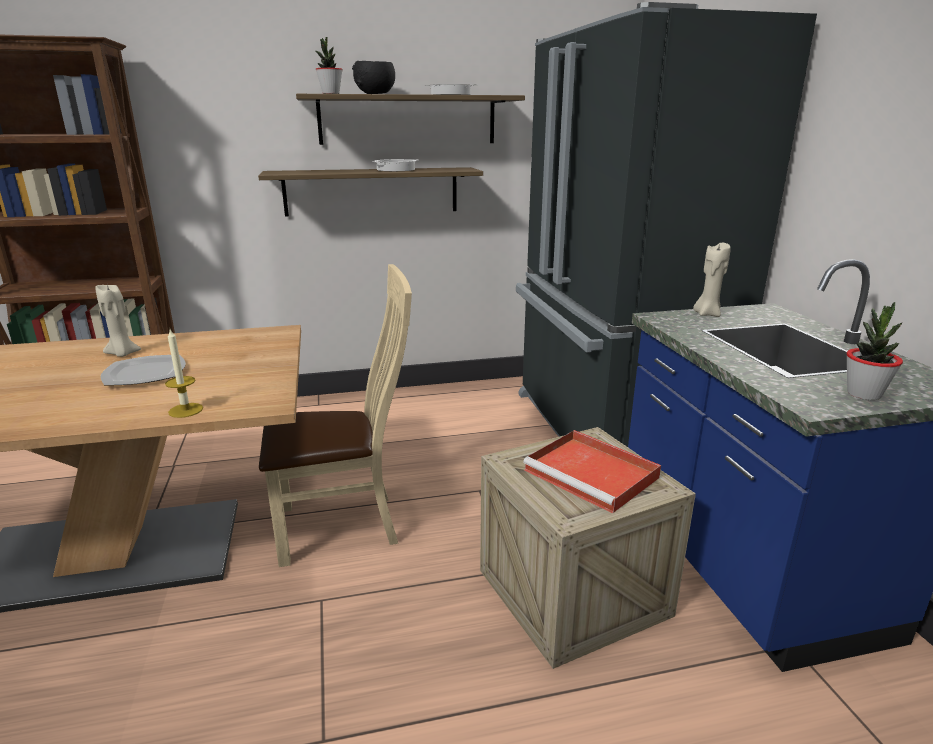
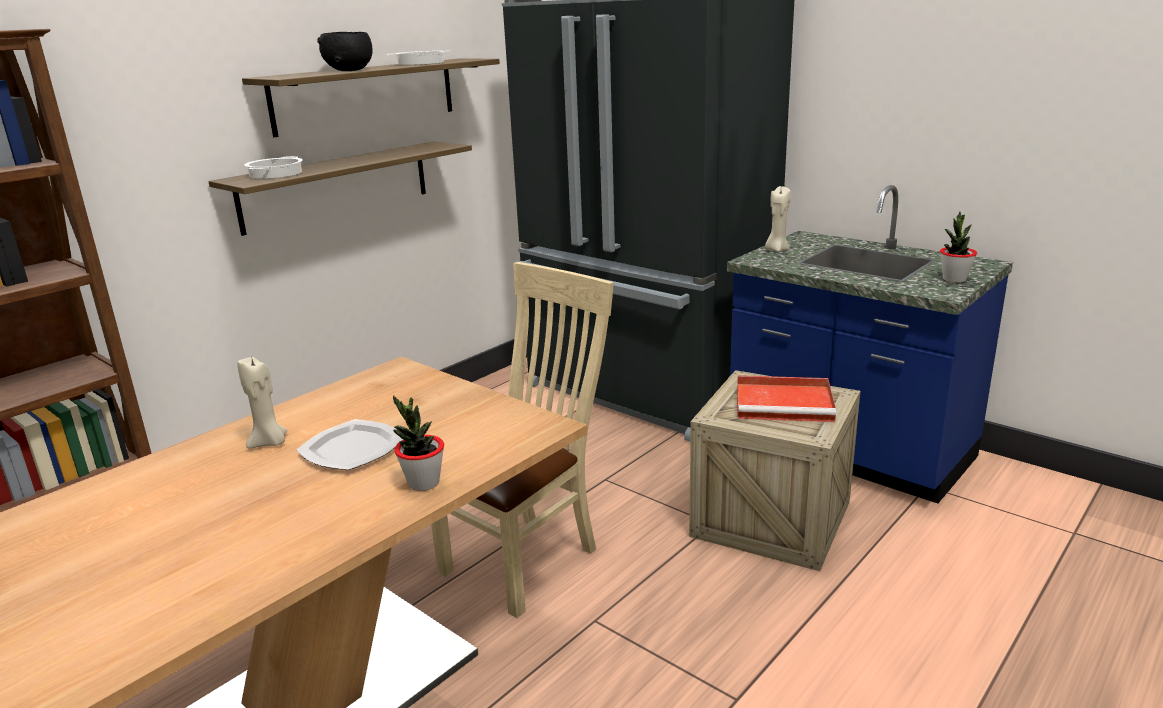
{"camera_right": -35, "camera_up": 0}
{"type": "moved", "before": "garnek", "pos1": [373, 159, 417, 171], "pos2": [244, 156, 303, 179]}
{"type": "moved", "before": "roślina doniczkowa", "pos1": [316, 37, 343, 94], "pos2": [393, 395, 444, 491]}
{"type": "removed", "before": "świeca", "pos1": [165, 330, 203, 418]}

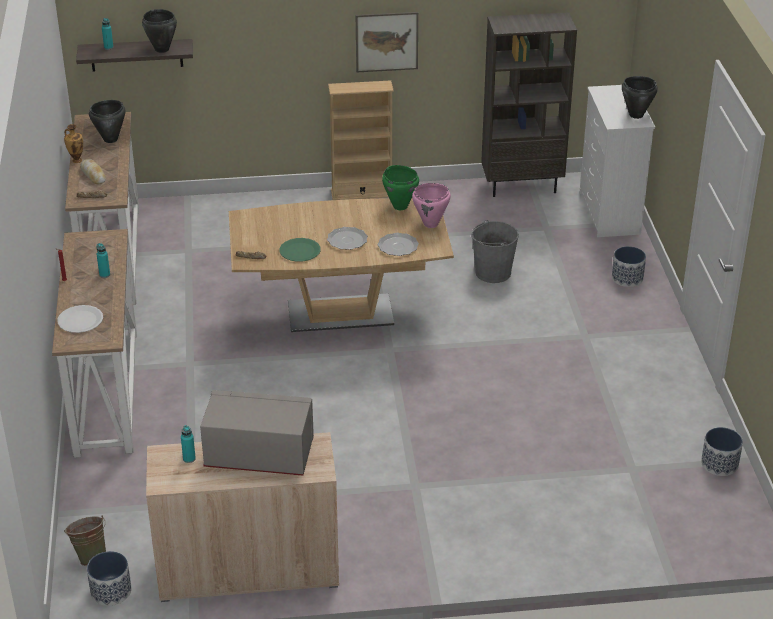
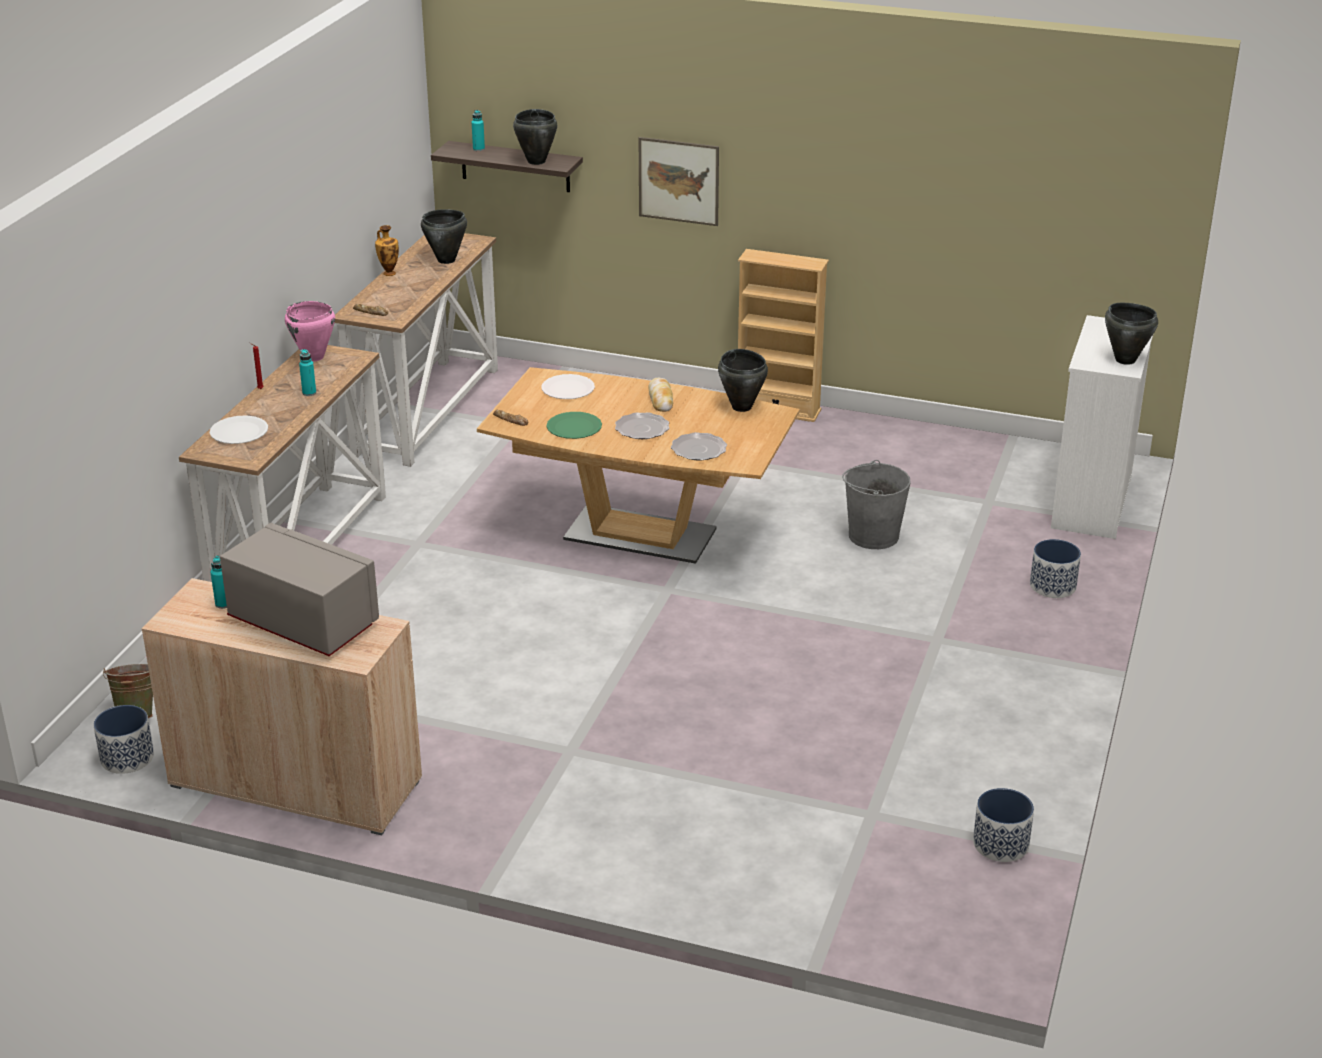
{"camera_right": 25, "camera_up": -5}
{"type": "moved", "before": "garnek [różowy]", "pos1": [412, 183, 451, 228], "pos2": [285, 301, 335, 362]}
{"type": "added", "after": "talerz [biały]", "pos2": [541, 374, 595, 399]}
{"type": "moved", "before": "obraz", "pos1": [356, 12, 418, 72], "pos2": [639, 137, 719, 226]}
{"type": "moved", "before": "chleb", "pos1": [80, 159, 106, 184], "pos2": [648, 378, 673, 412]}
{"type": "recoloured", "before": "garnek [zielony]", "after": "garnek [czarny]", "pos1": [382, 165, 419, 210], "pos2": [718, 349, 768, 412]}
{"type": "removed", "before": "regał [brązowy]", "pos1": [481, 12, 577, 197]}

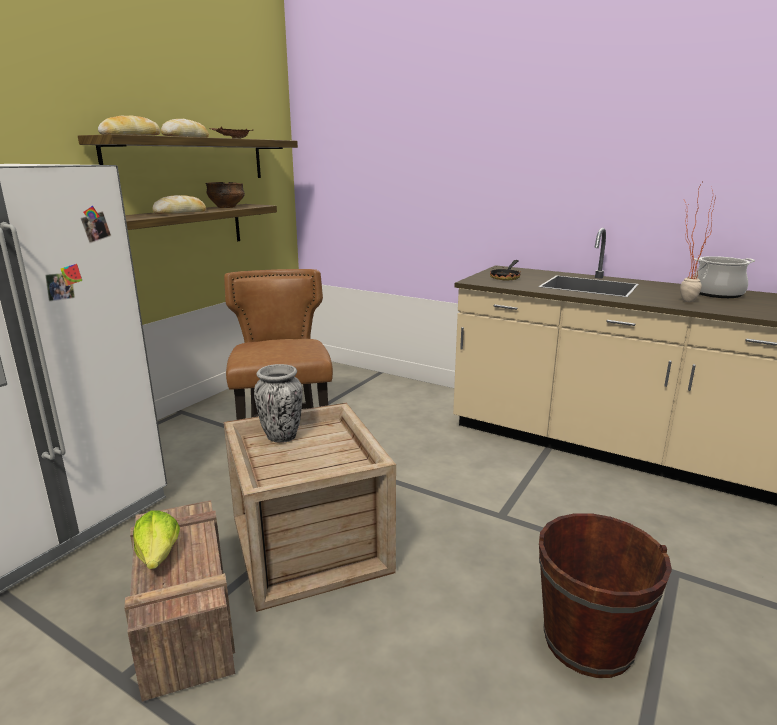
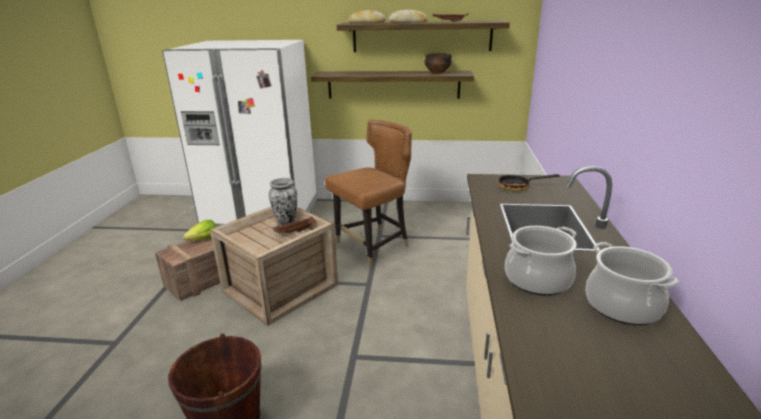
{"camera_right": 65, "camera_up": 5}
{"type": "added", "after": "taca [brązowy]", "pos2": [272, 216, 316, 233]}
{"type": "replaced", "before": "roślina doniczkowa", "after": "garnek", "pos1": [680, 180, 716, 302], "pos2": [505, 226, 577, 295]}
{"type": "removed", "before": "chleb", "pos1": [152, 195, 206, 214]}

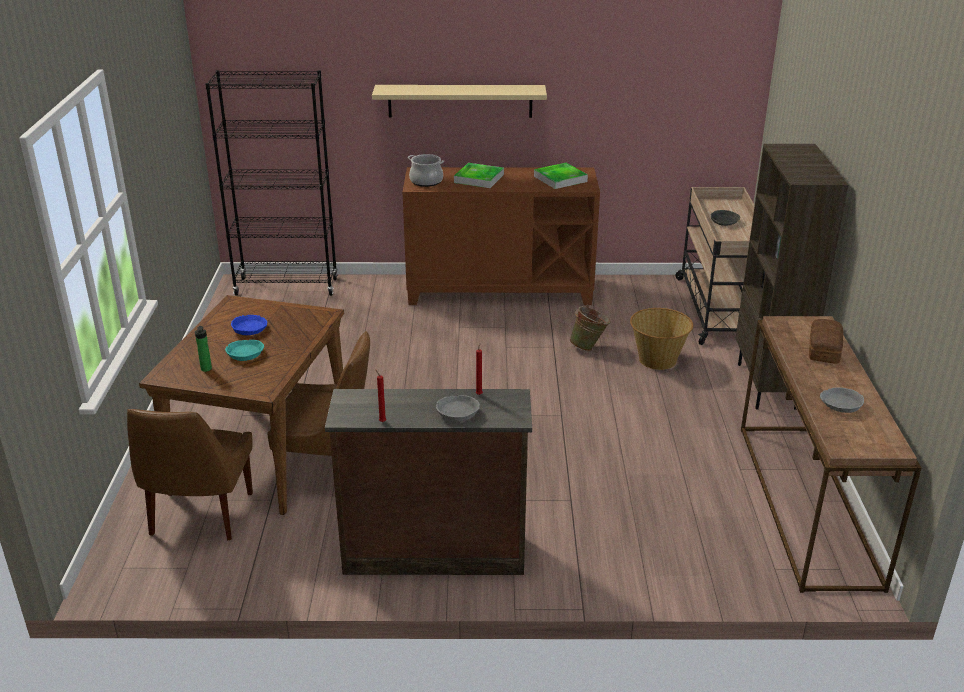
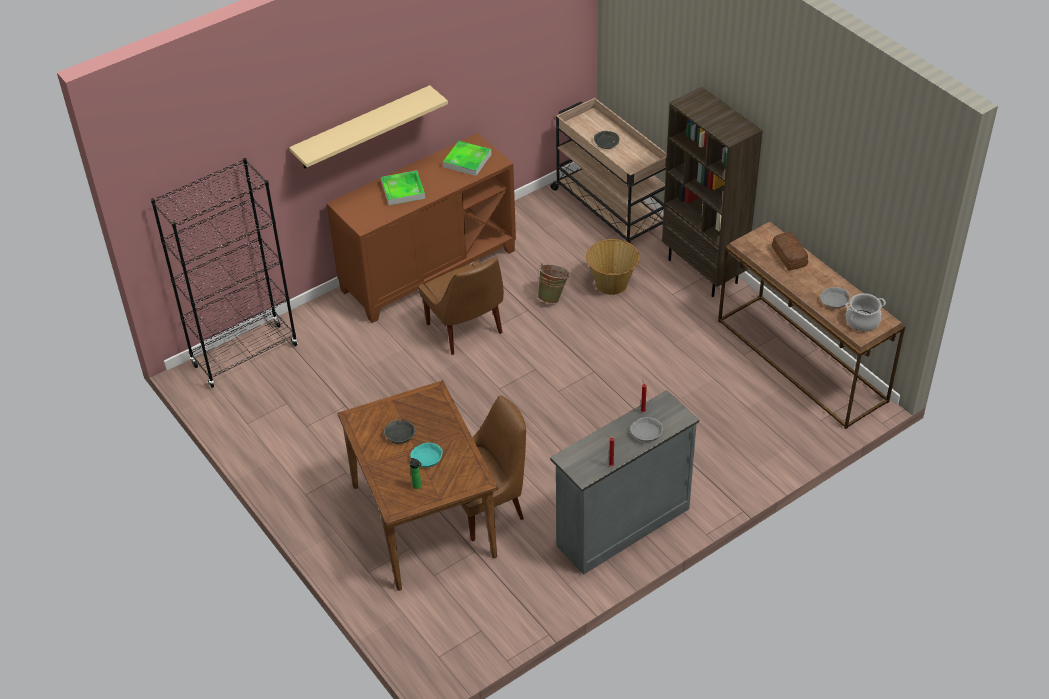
{"camera_right": -35, "camera_up": 15}
{"type": "recoloured", "before": "miska [niebieski]", "after": "miska [szary]", "pos1": [231, 315, 267, 335], "pos2": [384, 420, 415, 444]}
{"type": "moved", "before": "krzesło [brązowy]", "pos1": [127, 409, 253, 540], "pos2": [418, 257, 504, 355]}
{"type": "recoloured", "before": "komoda [brązowy]", "after": "komoda [szary]", "pos1": [325, 389, 532, 575], "pos2": [550, 390, 699, 575]}
{"type": "moved", "before": "garnek", "pos1": [408, 154, 444, 187], "pos2": [846, 293, 886, 331]}

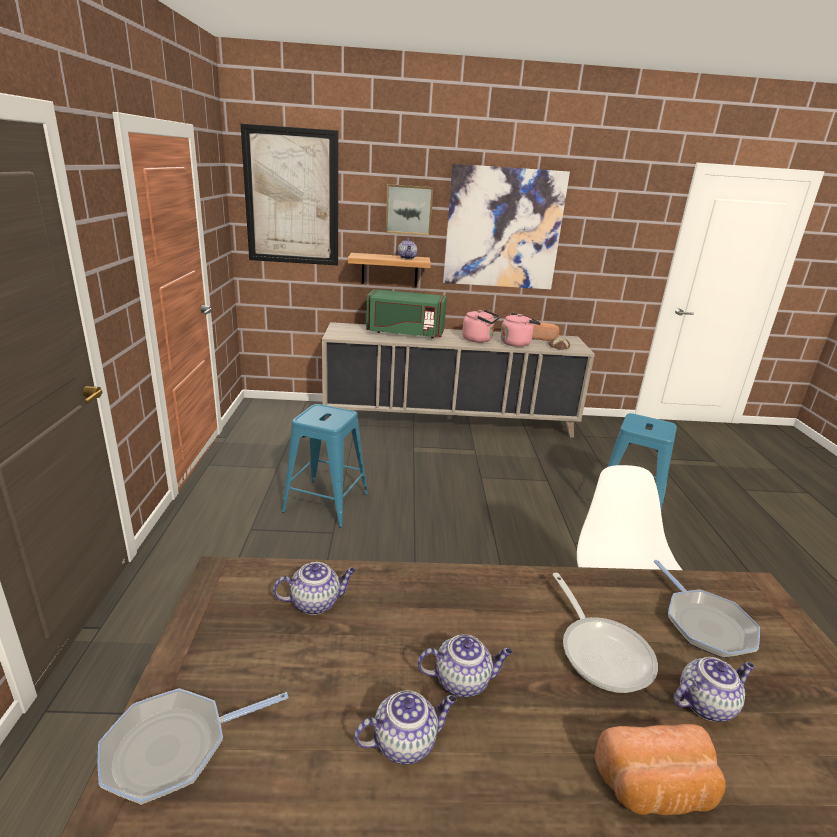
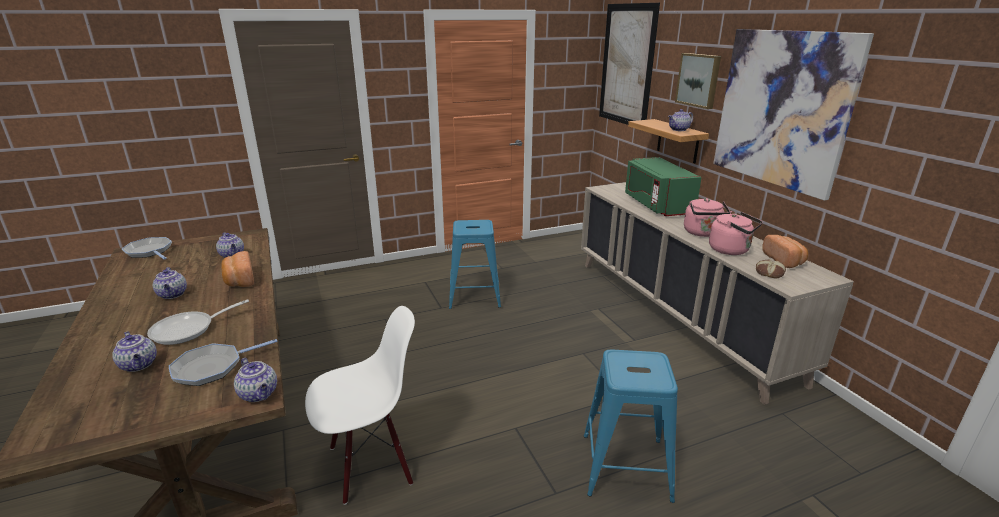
{"camera_right": 70, "camera_up": 0}
{"type": "moved", "before": "chleb", "pos1": [594, 724, 726, 815], "pos2": [221, 251, 254, 287]}
{"type": "moved", "before": "imbryk", "pos1": [354, 690, 457, 765], "pos2": [234, 358, 277, 402]}

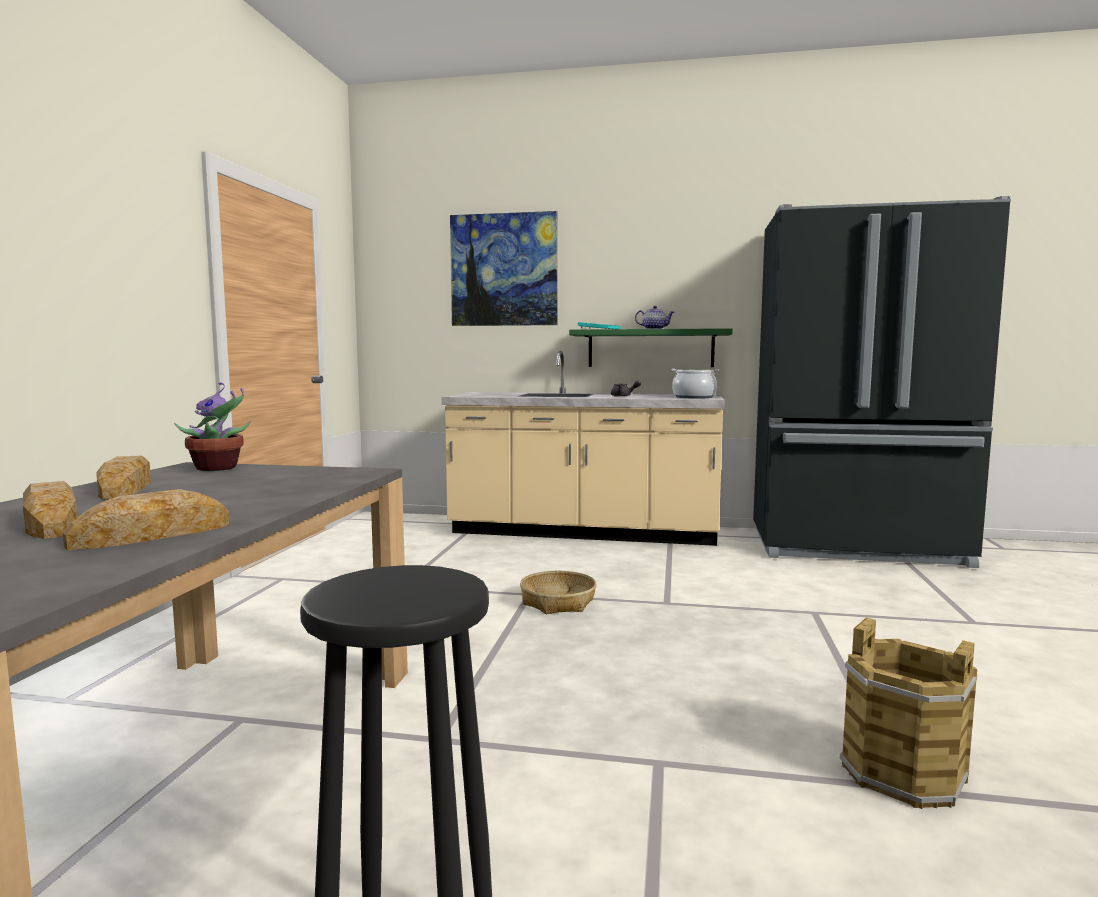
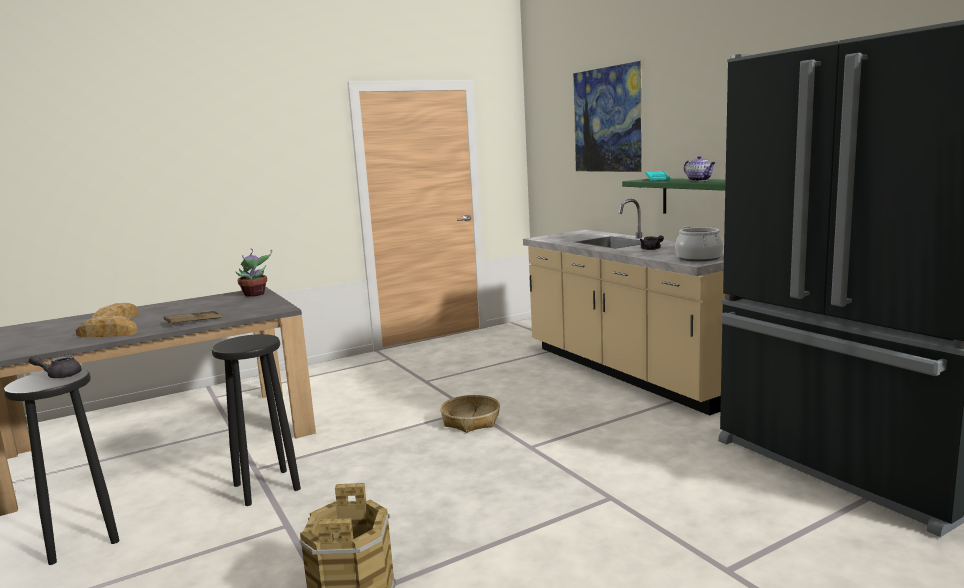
{"camera_right": 50, "camera_up": 5}
{"type": "added", "after": "imbryk [szary]", "pos2": [29, 353, 82, 378]}
{"type": "added", "after": "taca [brązowy]", "pos2": [164, 311, 223, 325]}
{"type": "added", "after": "stołek [czarny]", "pos2": [212, 334, 301, 506]}
{"type": "removed", "before": "chleb", "pos1": [96, 455, 151, 499]}

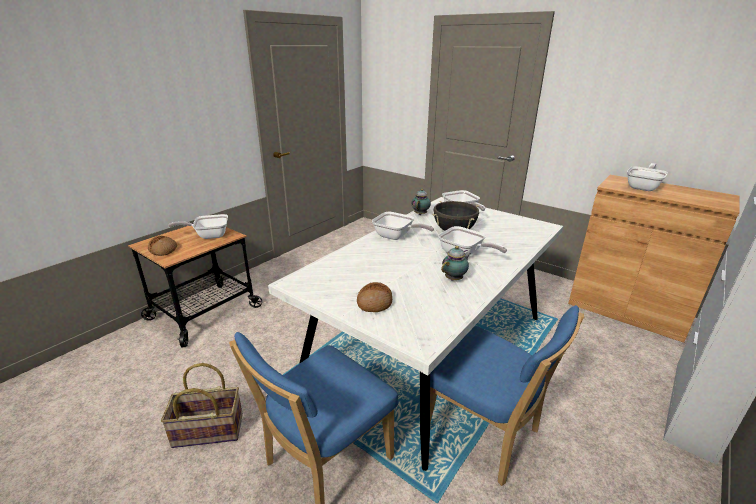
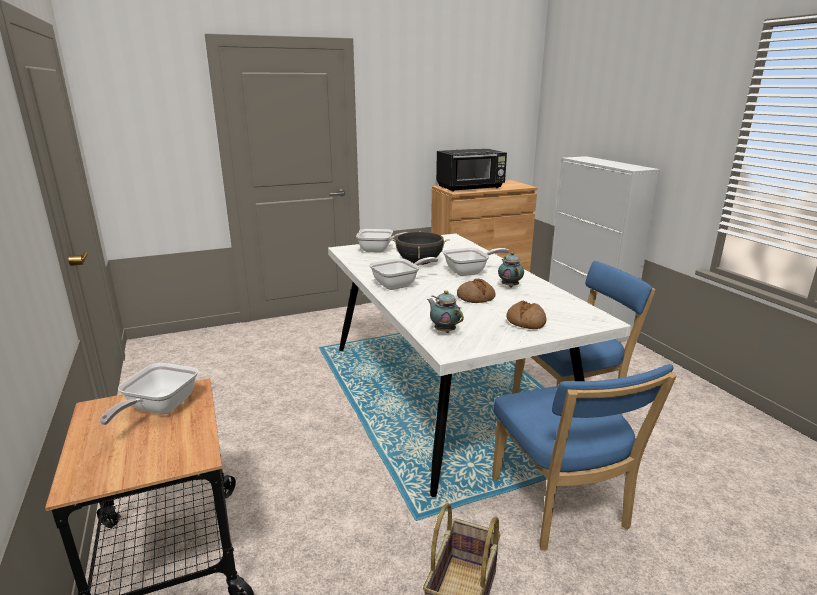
{"camera_right": -60, "camera_up": -5}
{"type": "moved", "before": "imbryk", "pos1": [412, 189, 431, 215], "pos2": [427, 290, 464, 333]}
{"type": "replaced", "before": "patelnia", "after": "mikrofalówka [czarny]", "pos1": [627, 163, 668, 191], "pos2": [436, 149, 507, 192]}
{"type": "moved", "before": "chleb", "pos1": [148, 236, 177, 256], "pos2": [457, 279, 496, 303]}

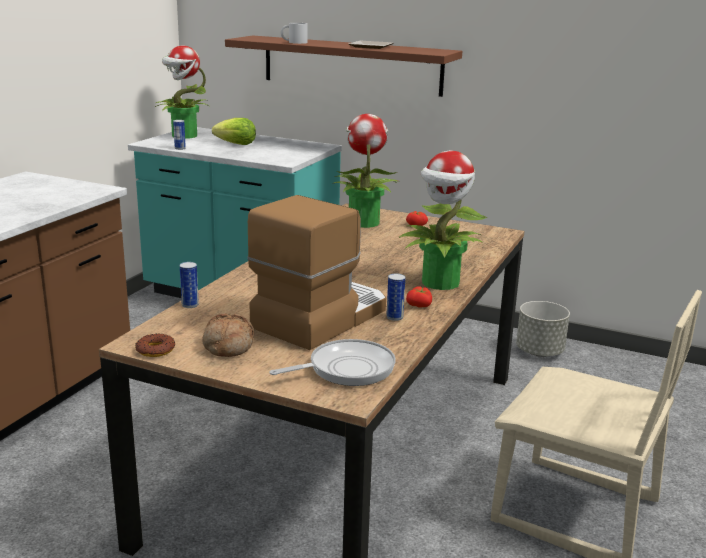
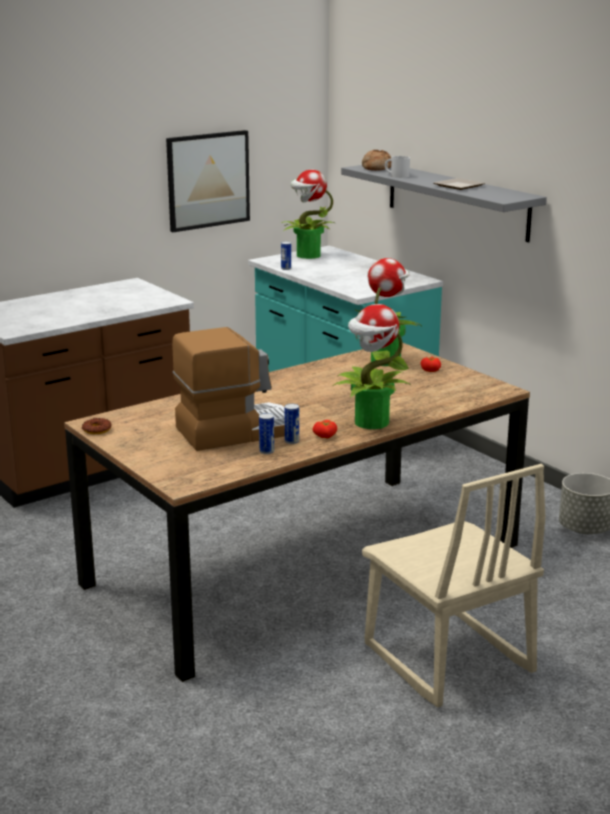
{"camera_right": 30, "camera_up": 0}
{"type": "added", "after": "obraz", "pos2": [166, 130, 250, 232]}
{"type": "moved", "before": "puszka", "pos1": [180, 262, 199, 308], "pos2": [259, 413, 274, 454]}
{"type": "recoloured", "before": "półka [brązowy]", "after": "półka [szary]", "pos1": [225, 36, 462, 97], "pos2": [341, 165, 547, 242]}
{"type": "moved", "before": "chleb", "pos1": [202, 313, 254, 357], "pos2": [362, 150, 391, 171]}
{"type": "removed", "before": "sałata", "pos1": [212, 118, 256, 145]}
{"type": "removed", "before": "patelnia", "pos1": [270, 339, 396, 386]}

